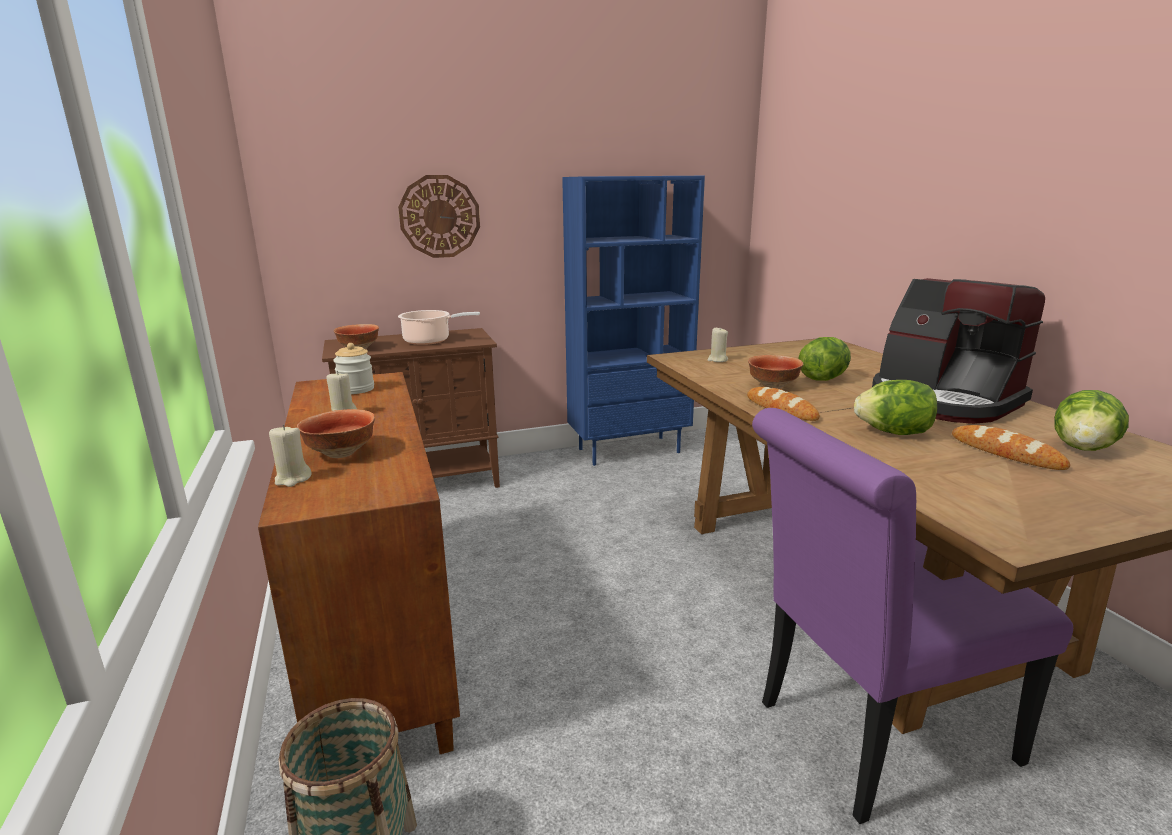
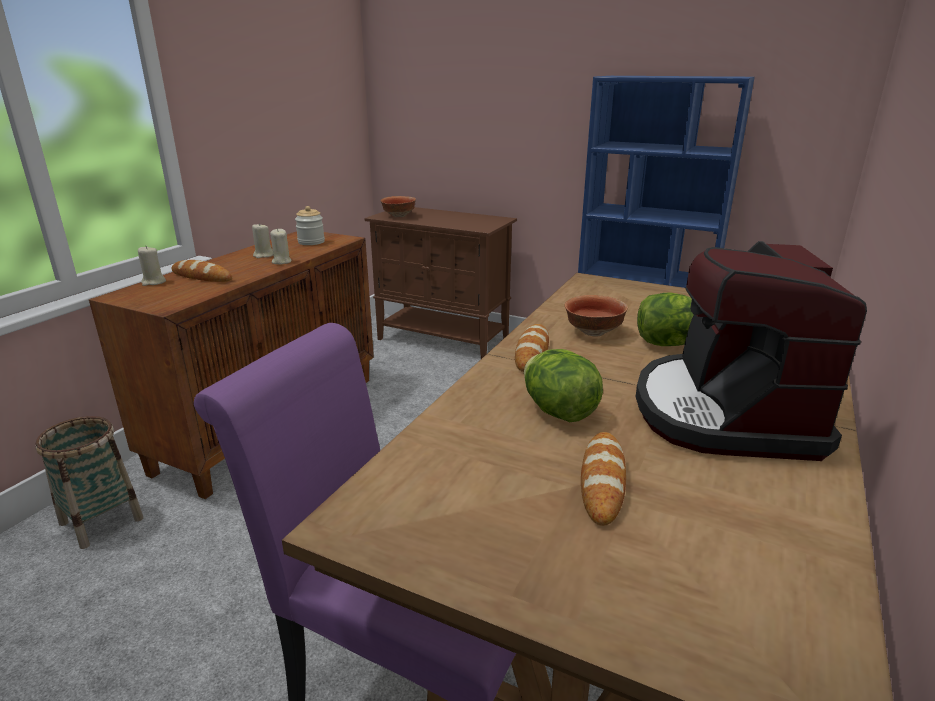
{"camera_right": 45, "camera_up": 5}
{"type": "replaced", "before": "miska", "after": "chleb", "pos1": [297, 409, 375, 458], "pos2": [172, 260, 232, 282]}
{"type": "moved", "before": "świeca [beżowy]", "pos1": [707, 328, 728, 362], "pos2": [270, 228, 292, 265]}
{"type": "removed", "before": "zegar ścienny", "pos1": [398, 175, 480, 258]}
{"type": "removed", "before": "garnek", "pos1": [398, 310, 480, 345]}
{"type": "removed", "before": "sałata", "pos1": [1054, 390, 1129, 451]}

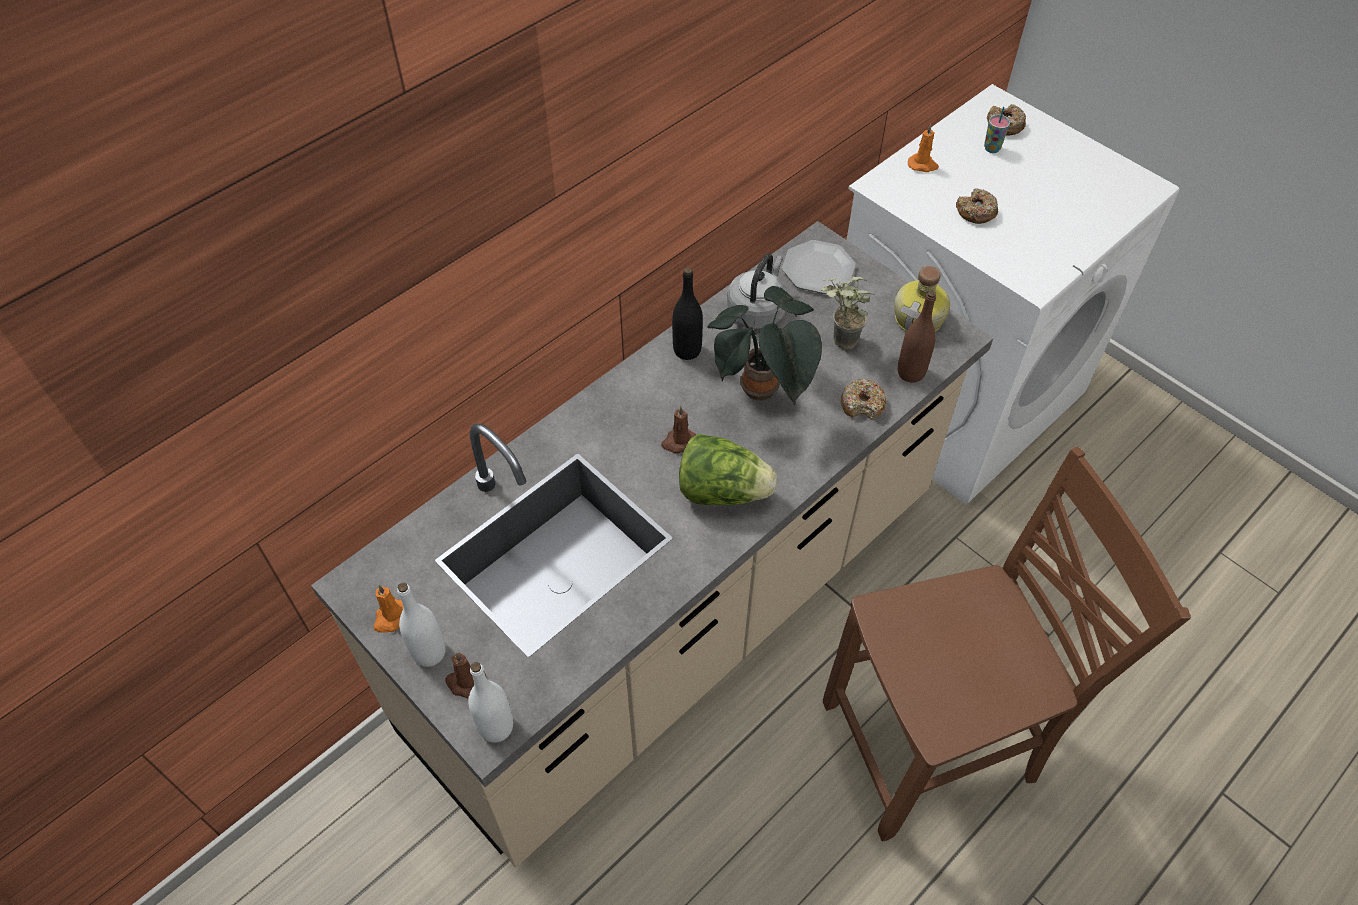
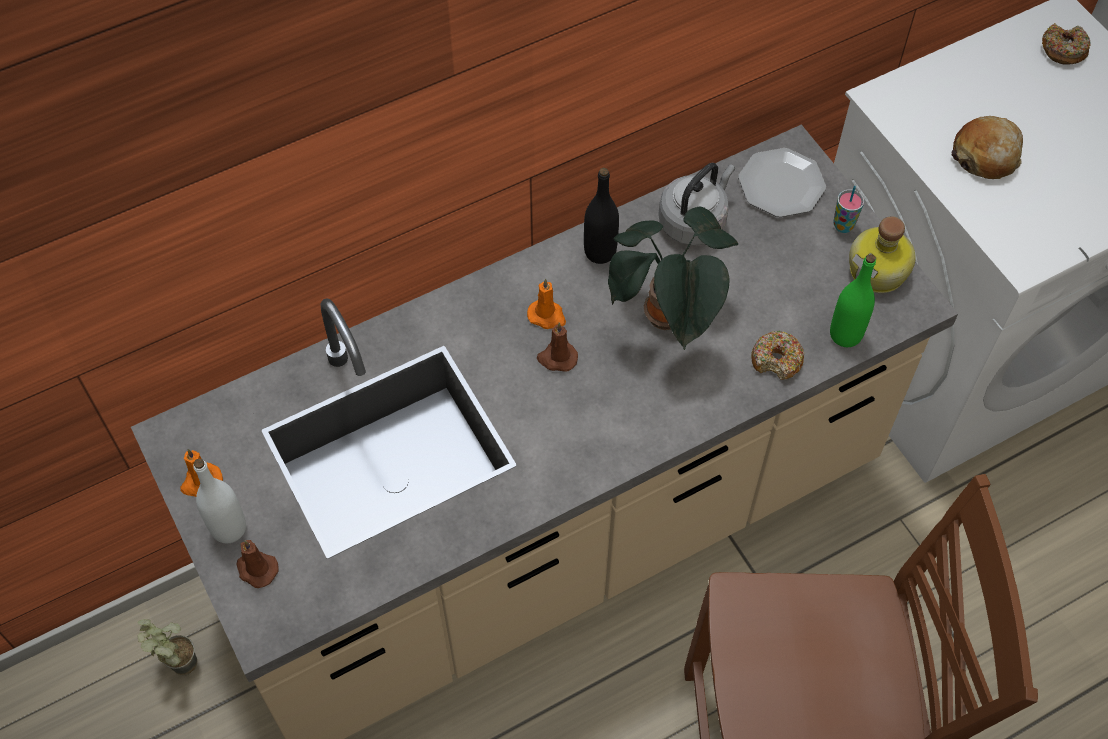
{"camera_right": 15, "camera_up": 5}
{"type": "moved", "before": "roślina doniczkowa", "pos1": [821, 276, 874, 349], "pos2": [137, 619, 197, 675]}
{"type": "moved", "before": "świeca [pomarańczowy]", "pos1": [908, 124, 939, 172], "pos2": [527, 279, 566, 329]}
{"type": "recoloured", "before": "butelka [brązowy]", "after": "butelka [zielony]", "pos1": [898, 290, 936, 383], "pos2": [830, 254, 876, 347]}
{"type": "moved", "before": "filiżanka", "pos1": [984, 107, 1010, 153], "pos2": [833, 186, 864, 233]}
{"type": "replaced", "before": "donut", "after": "chleb", "pos1": [956, 188, 998, 224], "pos2": [951, 116, 1023, 179]}
{"type": "removed", "before": "butelka [biały]", "pos1": [468, 662, 513, 743]}
{"type": "removed", "before": "sałata", "pos1": [679, 434, 777, 505]}

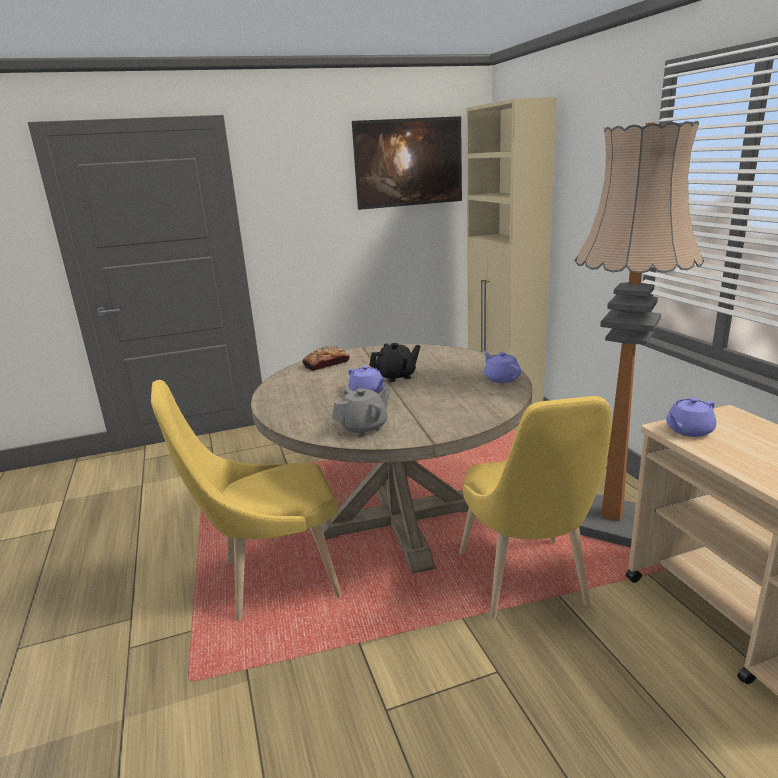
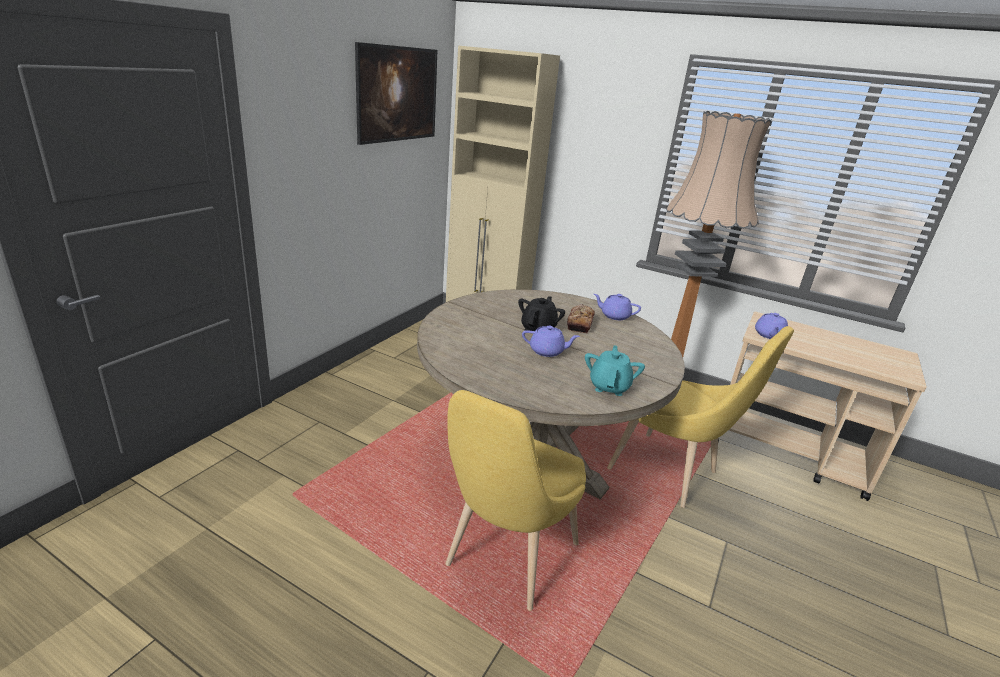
{"camera_right": -45, "camera_up": 5}
{"type": "moved", "before": "chleb", "pos1": [302, 346, 350, 371], "pos2": [567, 304, 595, 333]}
{"type": "recoloured", "before": "imbryk [szary]", "after": "imbryk [turkusowy]", "pos1": [332, 388, 390, 437], "pos2": [585, 345, 645, 396]}

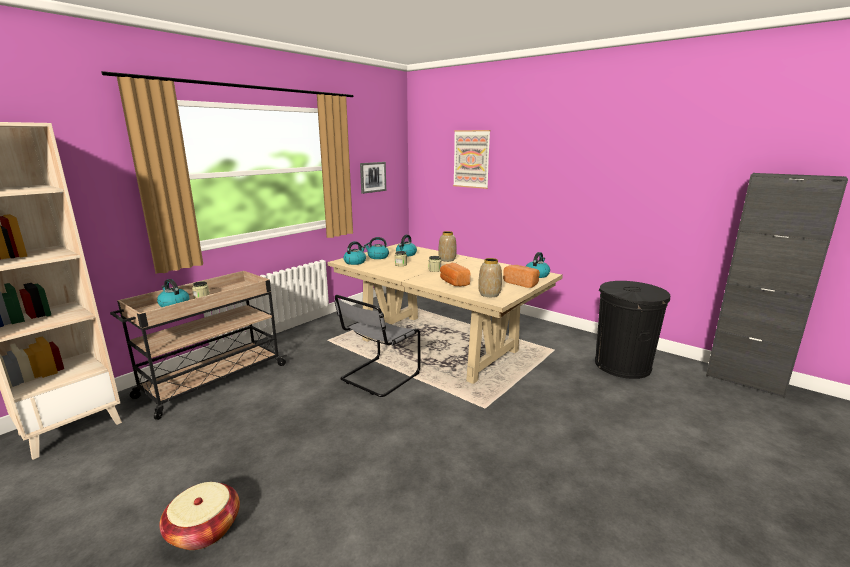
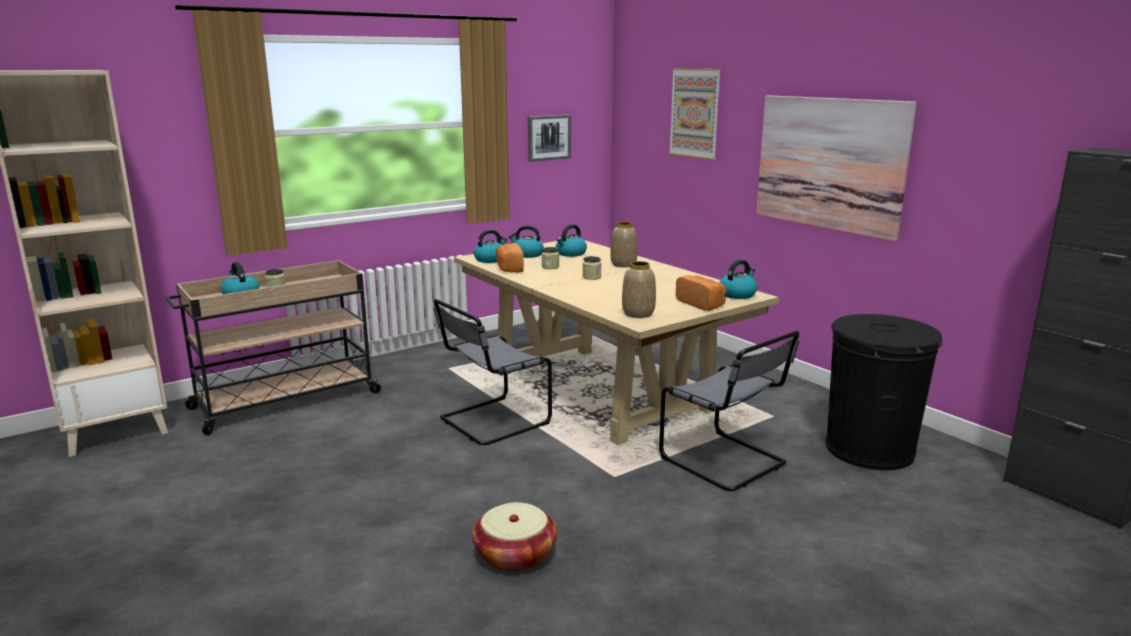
{"camera_right": 15, "camera_up": 0}
{"type": "moved", "before": "koszyk", "pos1": [159, 482, 240, 550], "pos2": [472, 502, 557, 572]}
{"type": "moved", "before": "chleb", "pos1": [440, 263, 470, 287], "pos2": [496, 243, 524, 273]}
{"type": "added", "after": "krzesło [szary]", "pos2": [659, 331, 799, 491]}
{"type": "added", "after": "obraz", "pos2": [756, 95, 917, 241]}

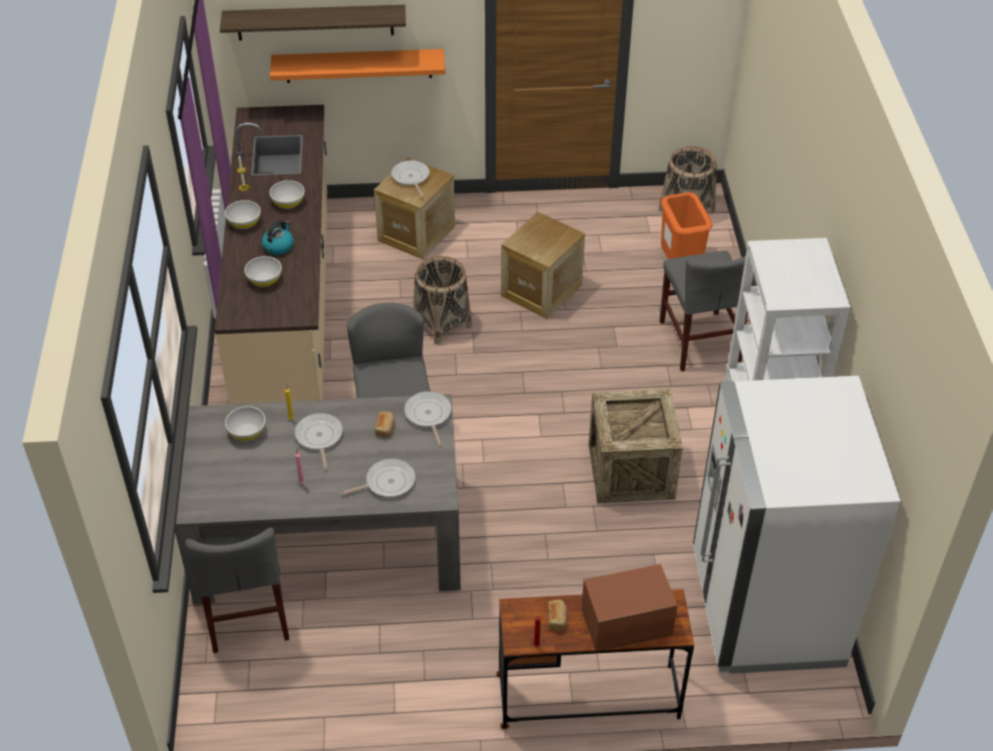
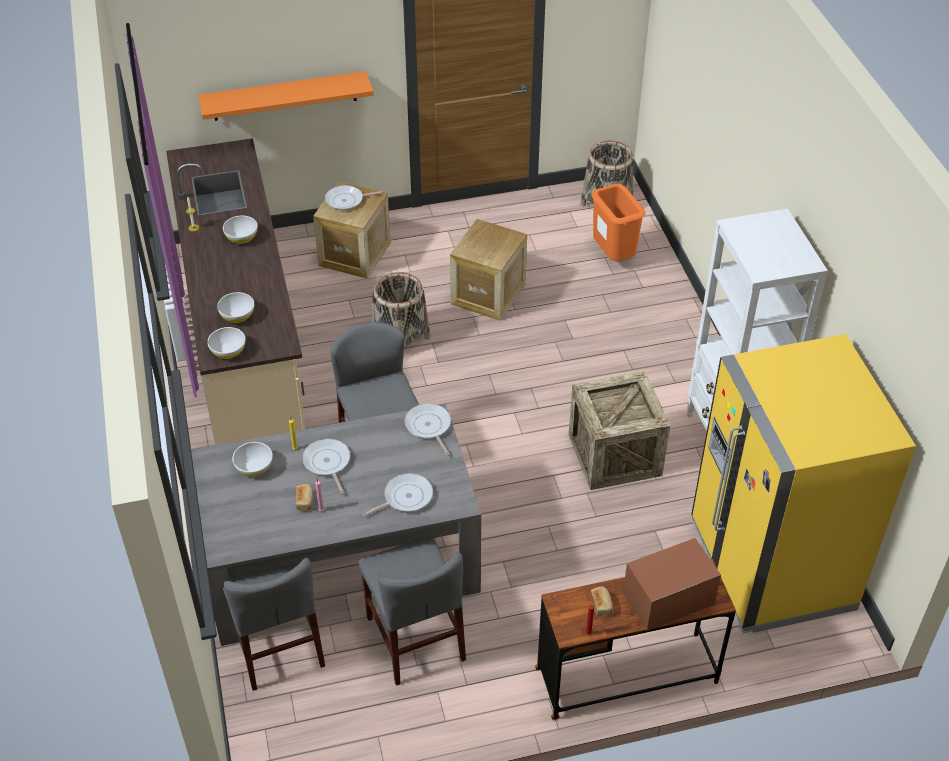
{"camera_right": -10, "camera_up": 0}
{"type": "moved", "before": "miska [biały]", "pos1": [225, 200, 261, 229], "pos2": [207, 327, 246, 359]}
{"type": "moved", "before": "chleb", "pos1": [375, 412, 395, 438], "pos2": [296, 484, 314, 512]}
{"type": "turned", "before": "patelnia", "pos1": [391, 160, 430, 198], "pos2": [325, 185, 383, 210], "turn": -75}
{"type": "moved", "before": "krzesło [szary]", "pos1": [660, 251, 754, 371], "pos2": [358, 538, 466, 686]}
{"type": "recoloured", "before": "lodówka [biały]", "after": "lodówka [żółty]", "pos1": [693, 376, 901, 674], "pos2": [691, 334, 916, 633]}
{"type": "removed", "before": "półka", "pos1": [220, 5, 406, 40]}
{"type": "removed", "before": "czajnik", "pos1": [262, 220, 294, 255]}

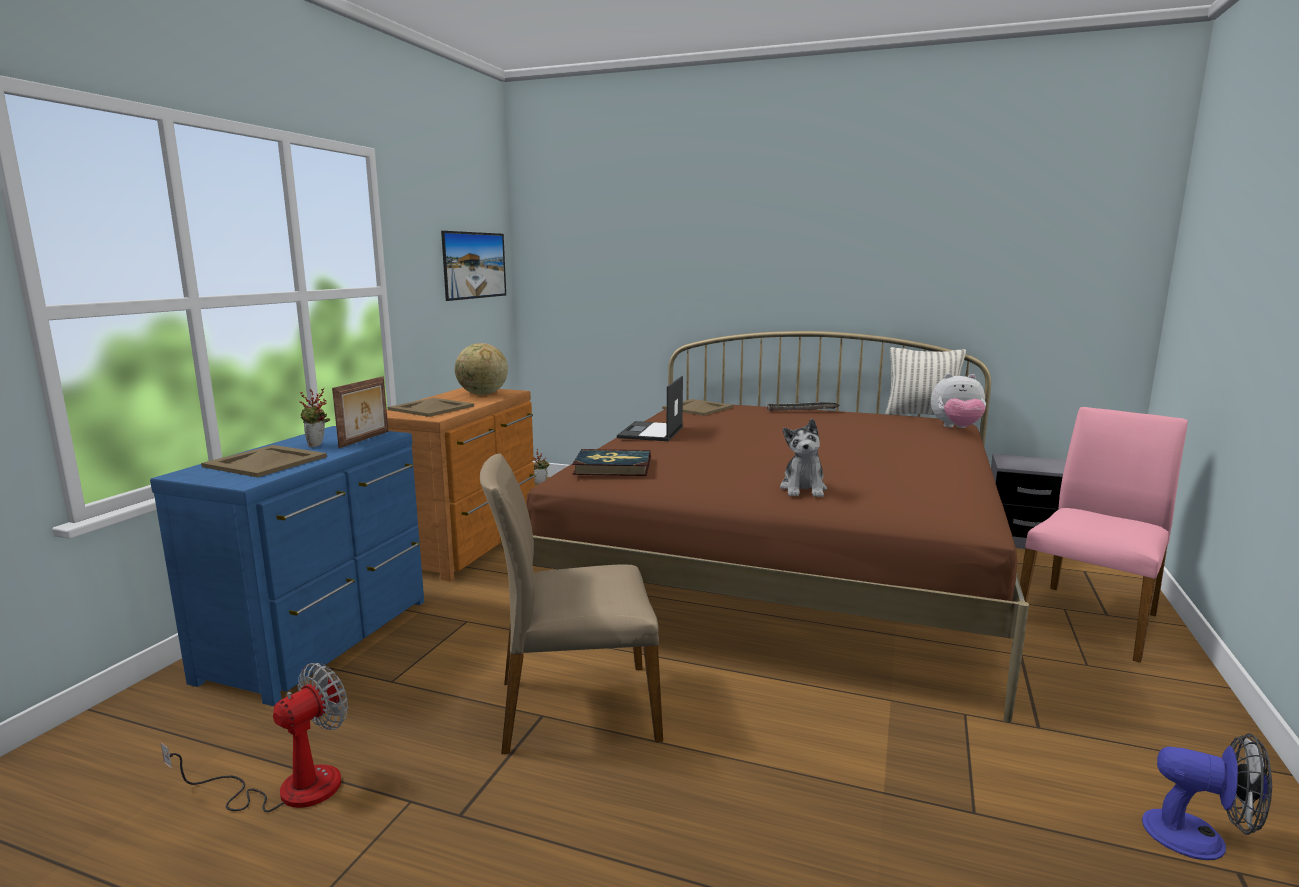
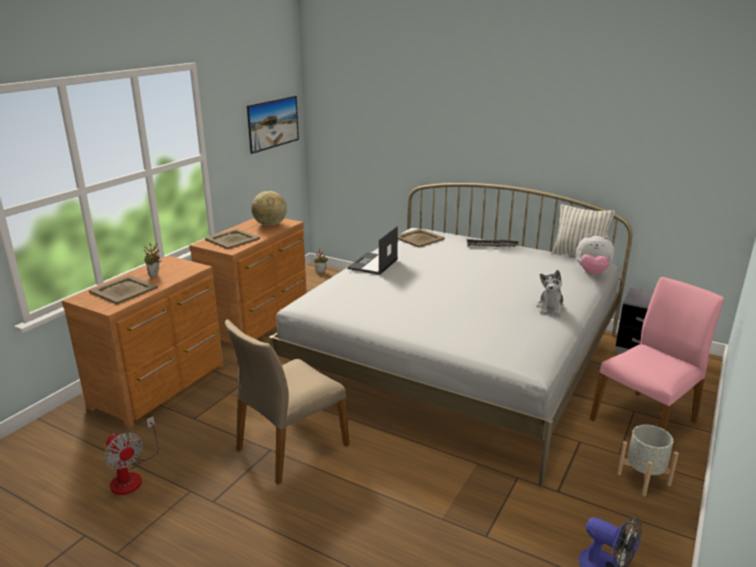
{"camera_right": 10, "camera_up": 10}
{"type": "recoloured", "before": "komoda [niebieski]", "after": "komoda [brązowy]", "pos1": [150, 426, 424, 706], "pos2": [62, 255, 223, 428]}
{"type": "turned", "before": "wentylator", "pos1": [161, 663, 348, 812], "pos2": [104, 416, 159, 495], "turn": 90}
{"type": "turned", "before": "krzesło [beżowy]", "pos1": [480, 453, 663, 754], "pos2": [225, 319, 350, 484], "turn": -45}
{"type": "recoloured", "before": "łóżko [brązowy]", "after": "łóżko [biały]", "pos1": [526, 331, 1029, 723], "pos2": [269, 183, 632, 487]}
{"type": "moved", "before": "pluszak", "pos1": [780, 419, 827, 497], "pos2": [537, 270, 565, 316]}
{"type": "added", "after": "donica [szary]", "pos2": [617, 424, 679, 496]}
{"type": "removed", "before": "ramka na zdjęcie", "pos1": [332, 376, 389, 448]}
{"type": "removed", "before": "książka", "pos1": [572, 449, 651, 476]}

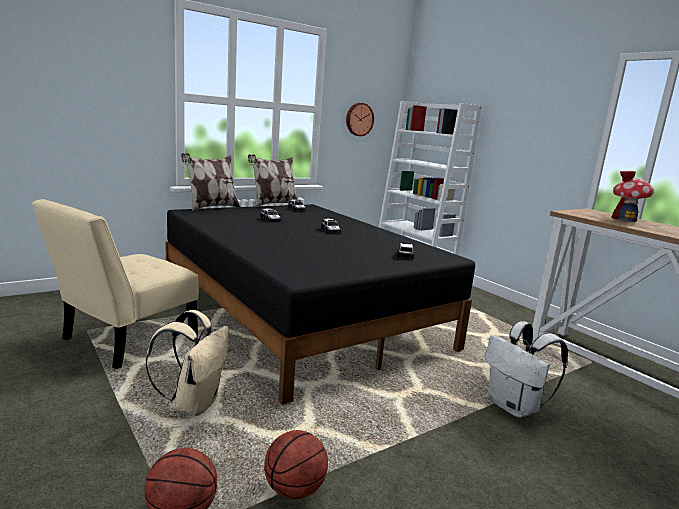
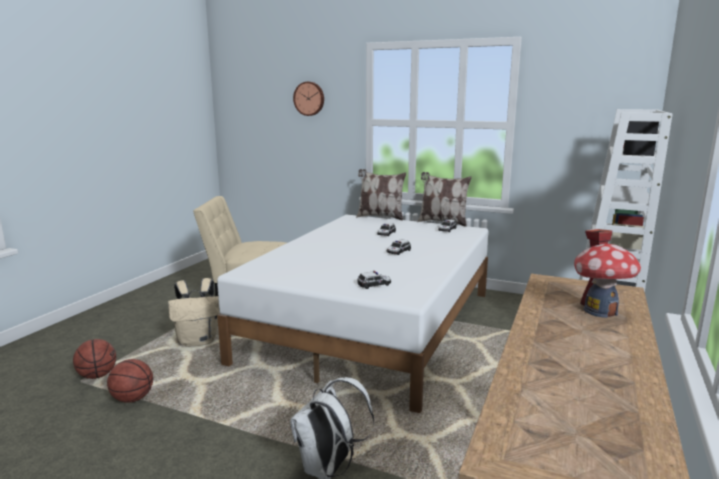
{"camera_right": 60, "camera_up": 0}
{"type": "recoloured", "before": "łóżko [czarny]", "after": "łóżko [biały]", "pos1": [165, 204, 475, 405], "pos2": [217, 215, 489, 413]}
{"type": "moved", "before": "zegar ścienny", "pos1": [346, 103, 374, 136], "pos2": [293, 82, 324, 116]}

